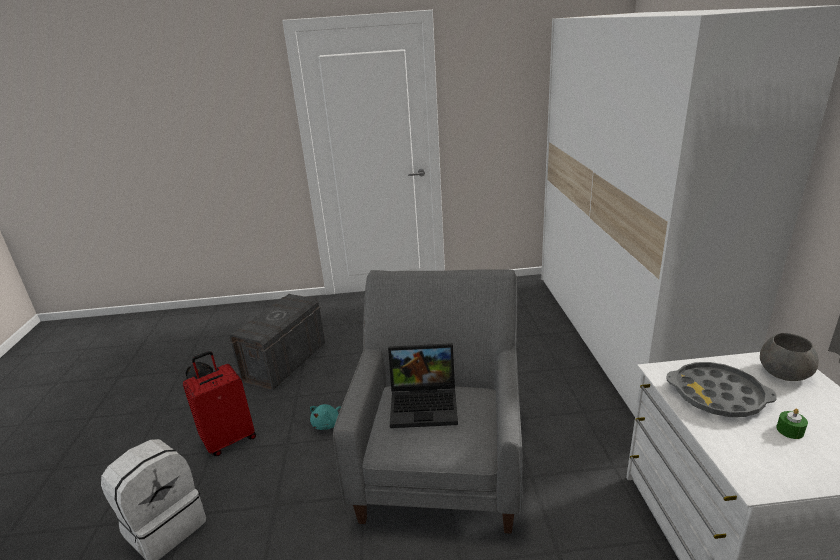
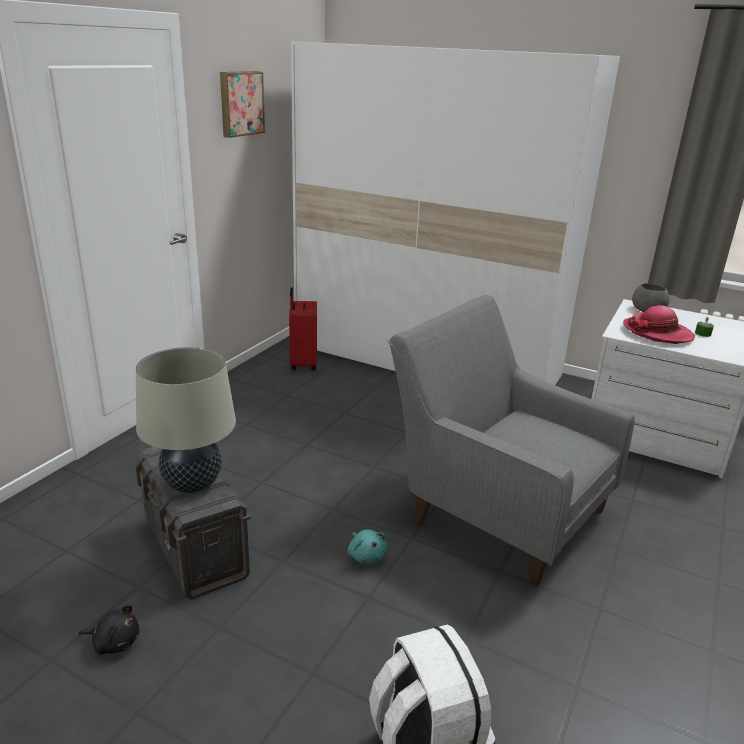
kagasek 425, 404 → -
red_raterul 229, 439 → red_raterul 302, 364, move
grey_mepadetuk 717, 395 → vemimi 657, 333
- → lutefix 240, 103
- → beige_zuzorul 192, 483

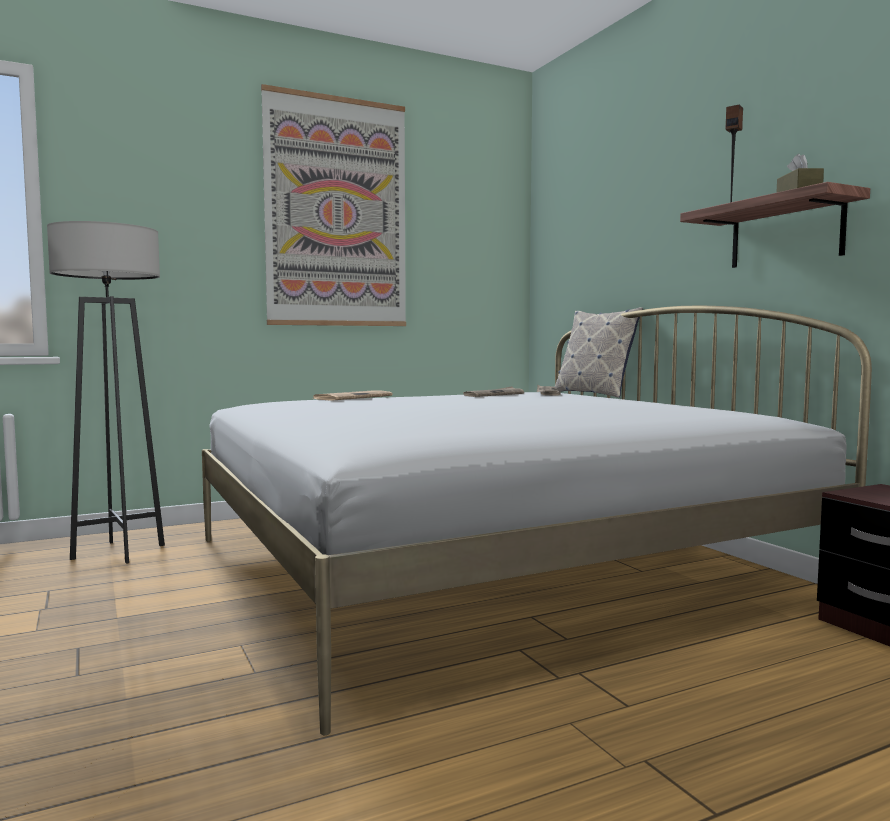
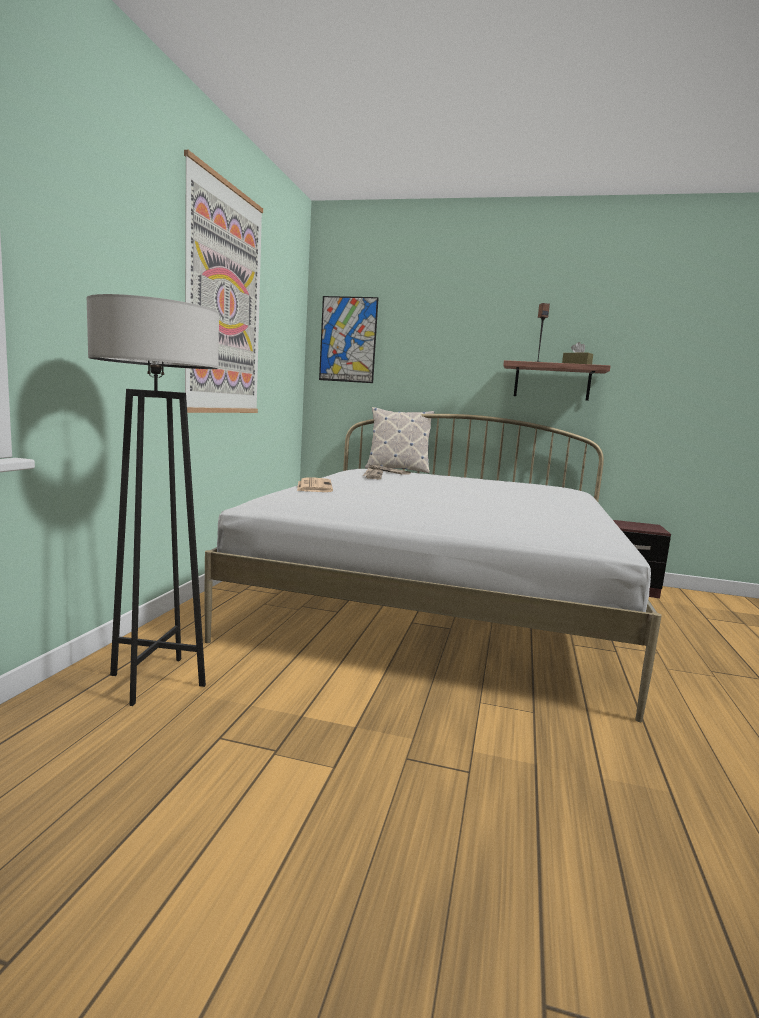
- → lutefix 348, 339

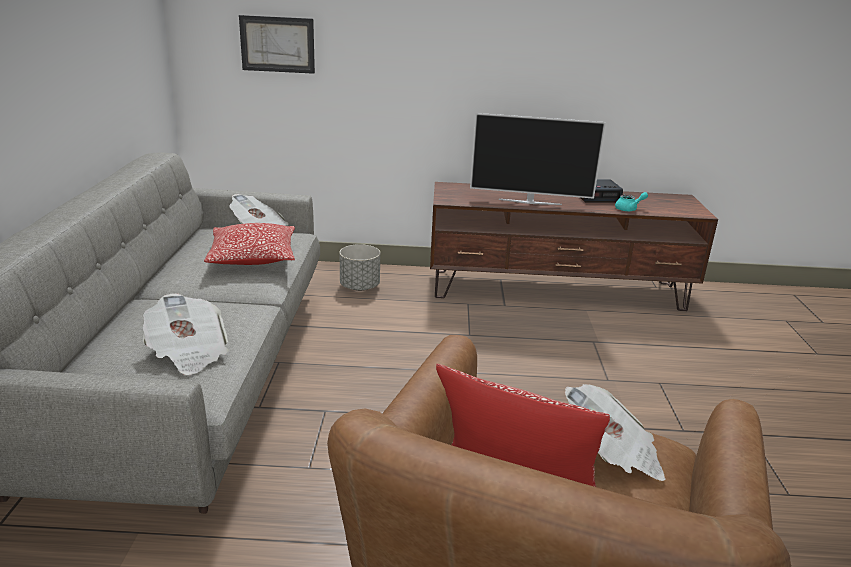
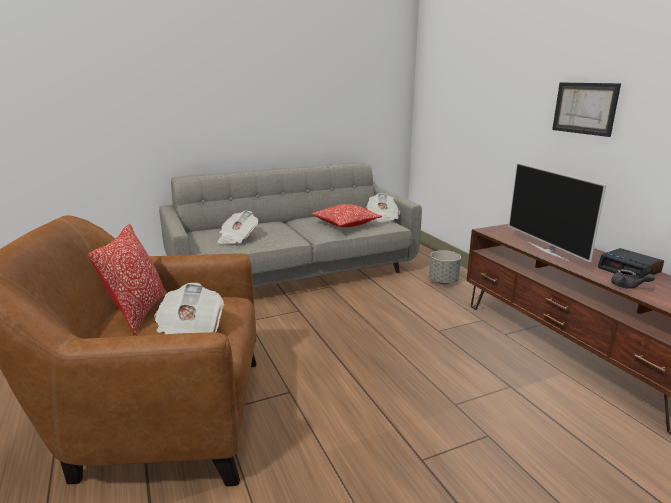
lutefix 277, 44 → lutefix 584, 108, move
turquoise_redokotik 629, 209 → grey_redokotik 628, 286

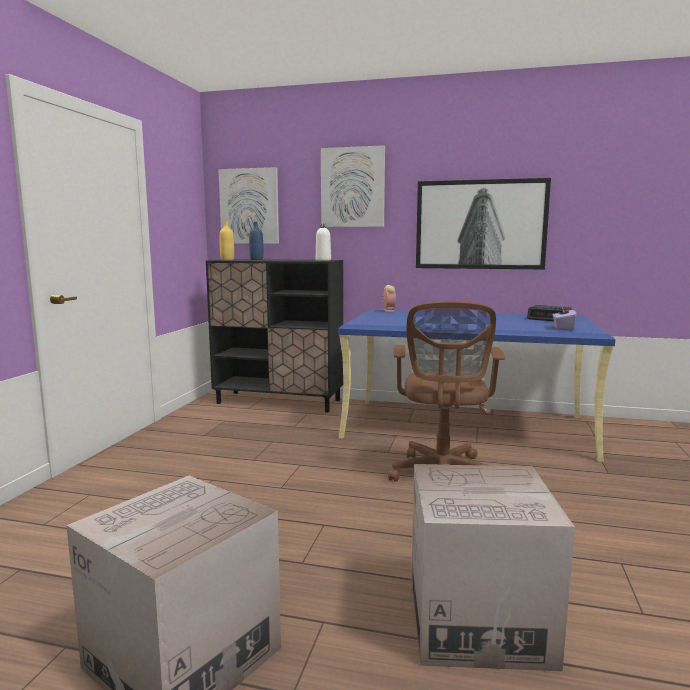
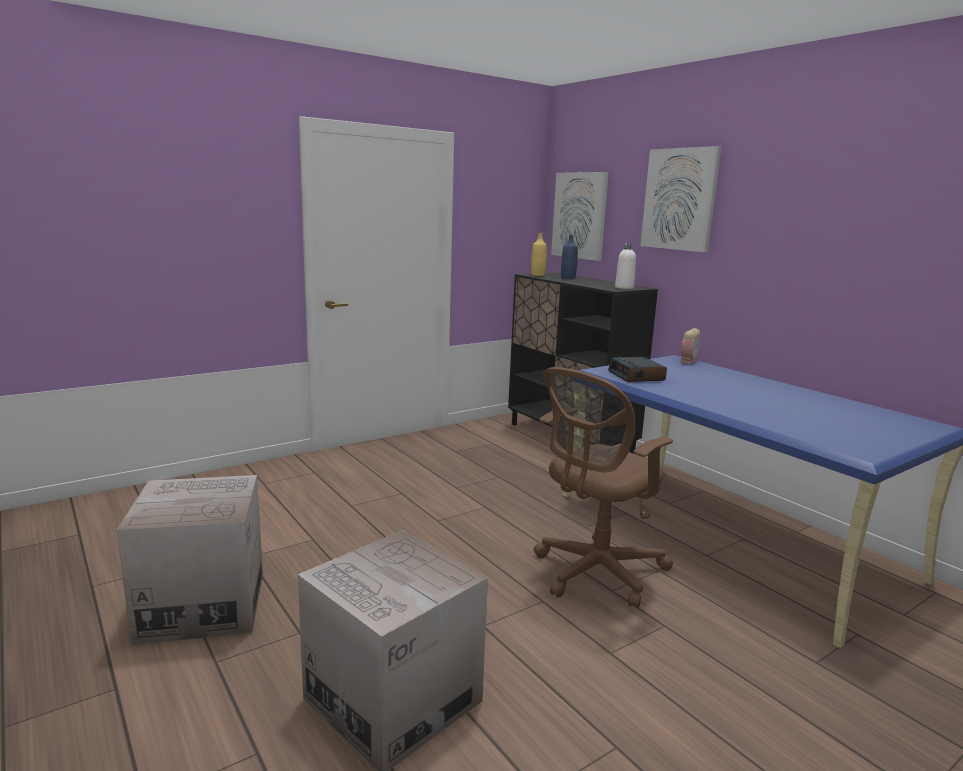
lutefix 480, 224 → -
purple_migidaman 563, 328 → -
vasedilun 549, 318 → vasedilun 637, 376, move

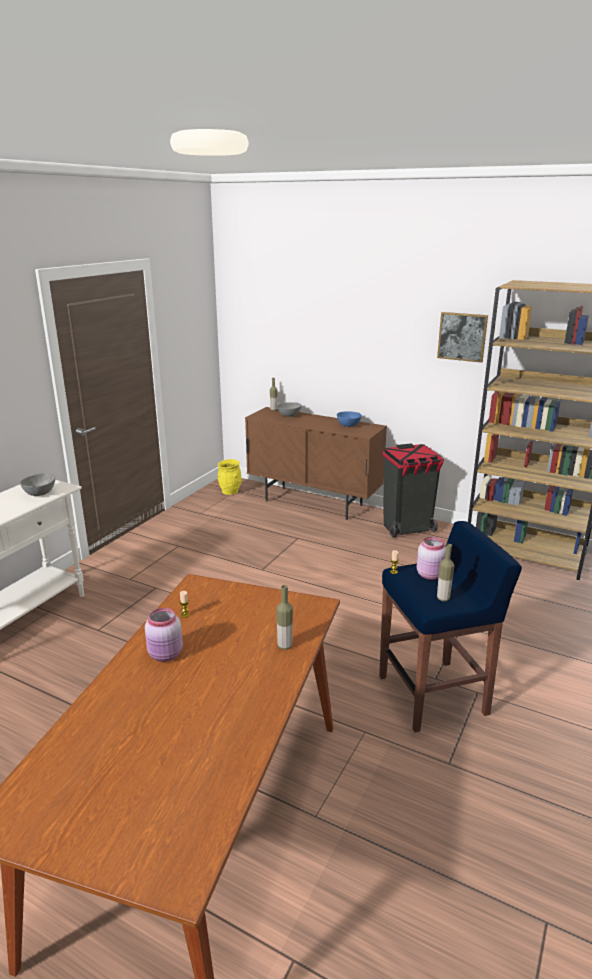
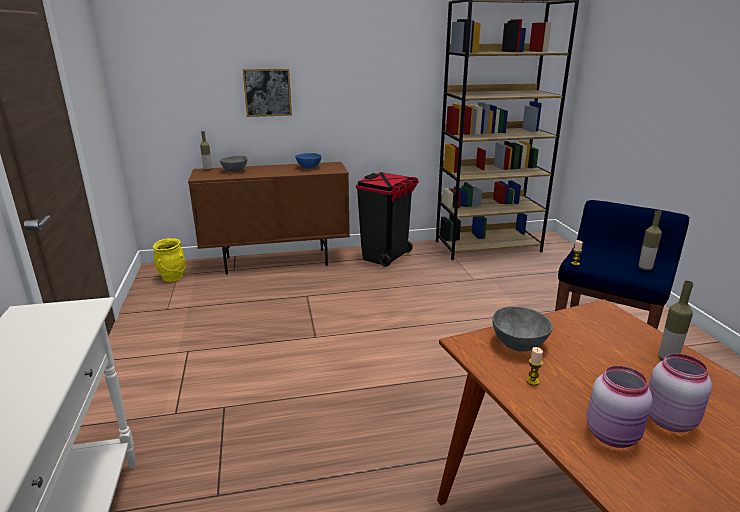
lutefix 462, 336 → lutefix 267, 92, move
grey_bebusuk 41, 493 → grey_bebusuk 519, 343, move
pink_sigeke 431, 575 → pink_sigeke 669, 419, move

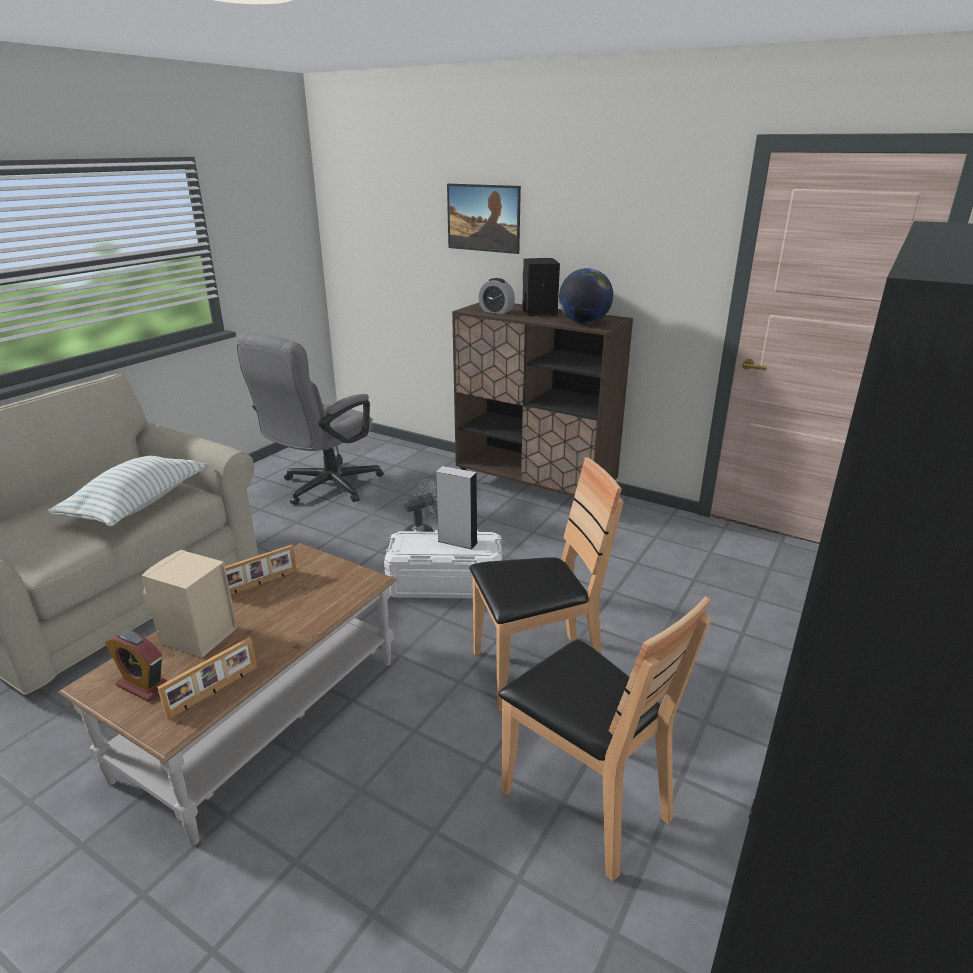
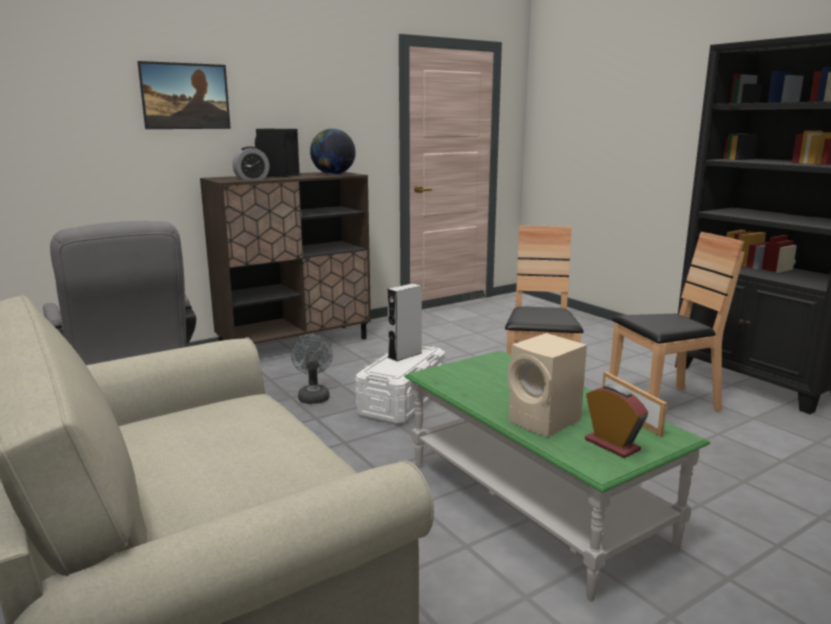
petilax 137, 505 → -
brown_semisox 264, 716 → green_semisox 533, 503
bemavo 259, 584 → -
vasedilun 144, 685 → vasedilun 612, 445, 90 degrees counterclockwise

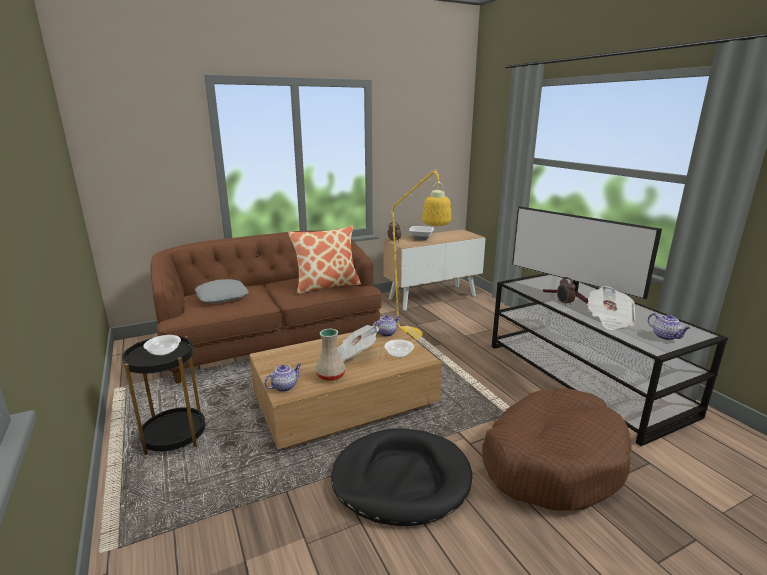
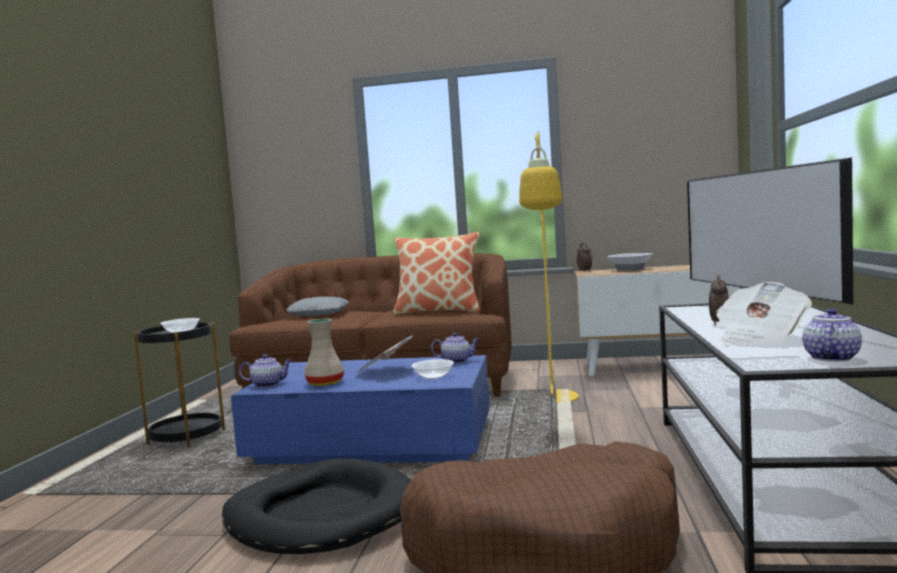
redokotik 666, 337 → redokotik 831, 358, 150 degrees counterclockwise
brown_semisox 346, 402 → blue_semisox 374, 442

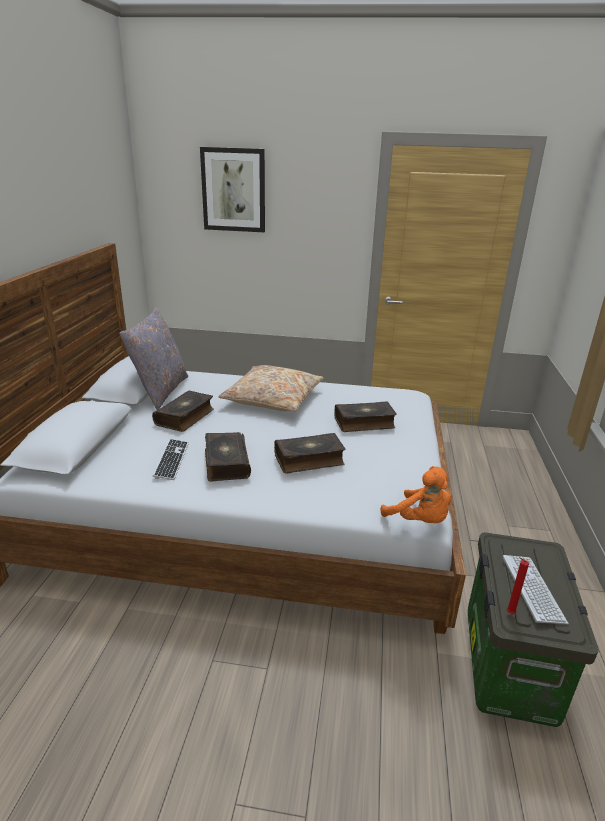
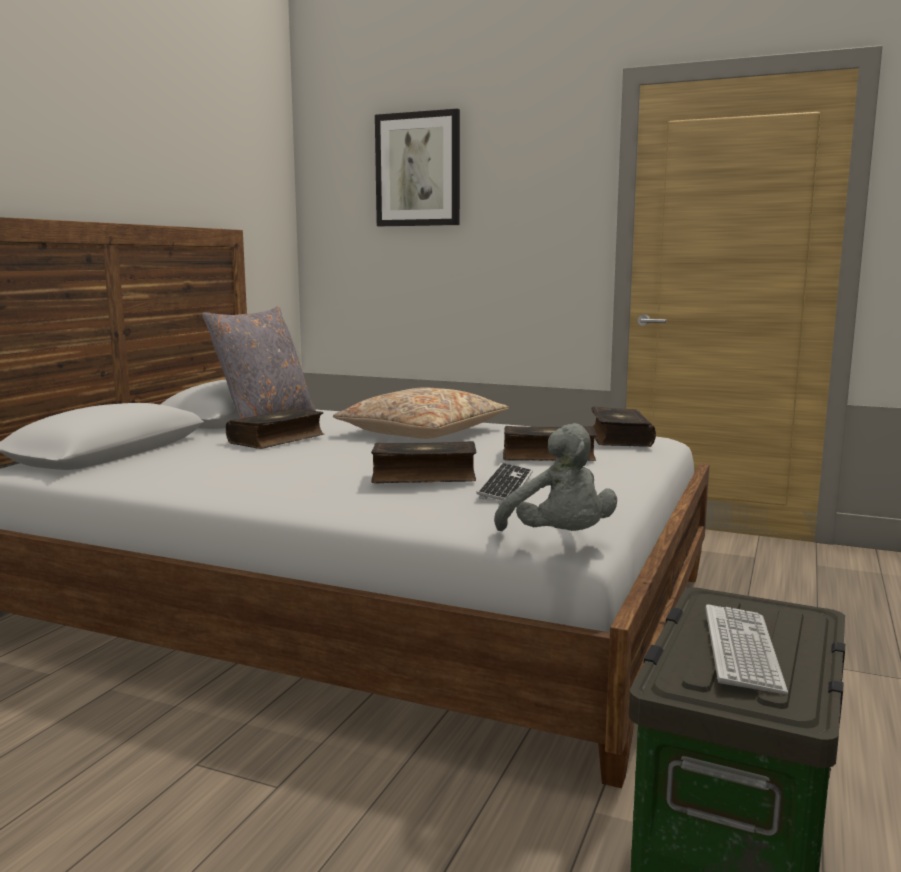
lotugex 226, 463 → lotugex 618, 438, move
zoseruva 171, 460 → zoseruva 506, 485, move
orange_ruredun 419, 520 → grey_ruredun 559, 539
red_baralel 509, 613 → -

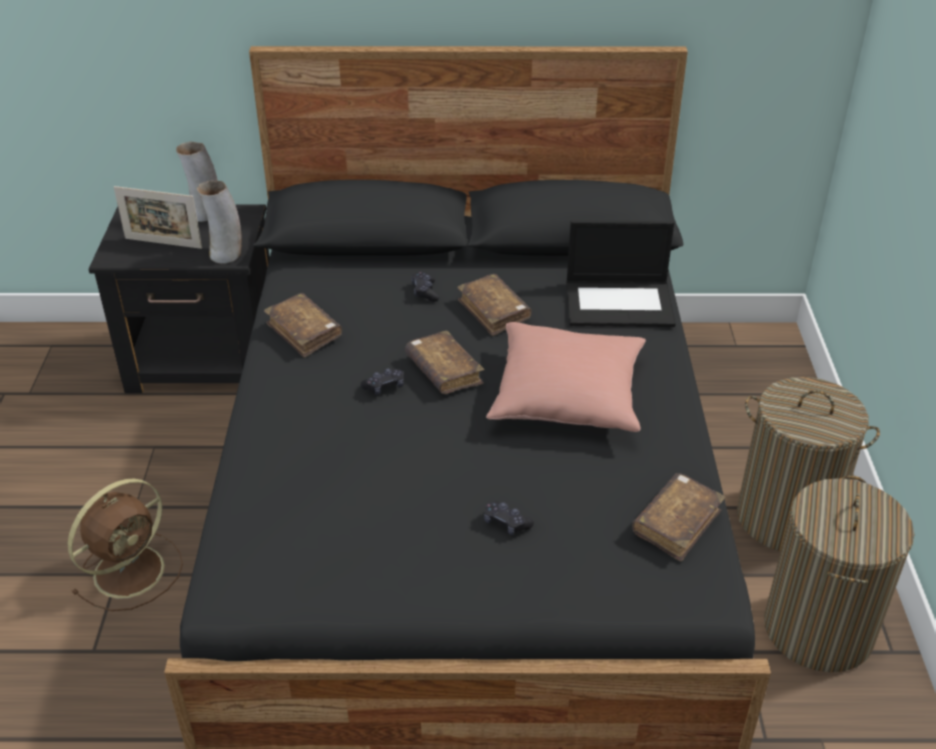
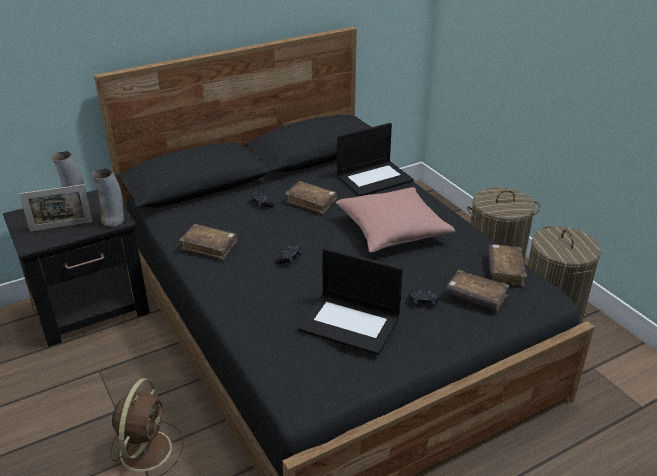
brown_lotugex 444, 371 → brown_lotugex 476, 297, move
- → kagasek 351, 323

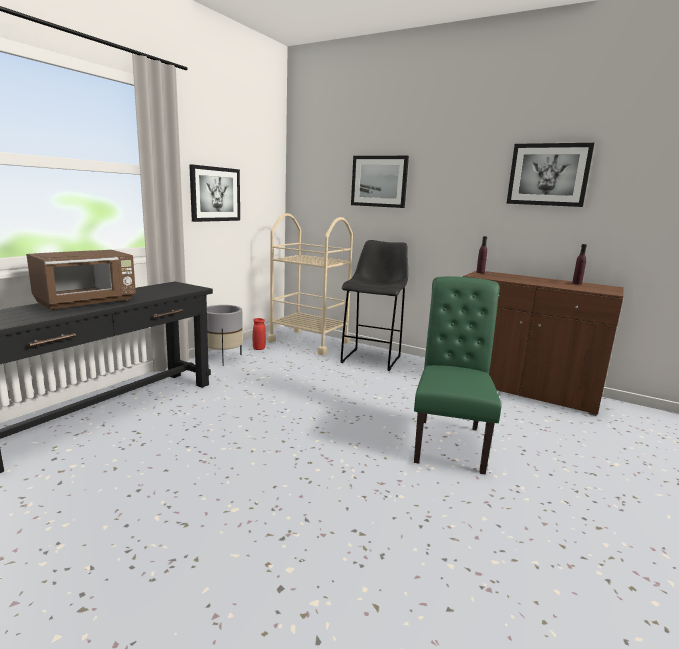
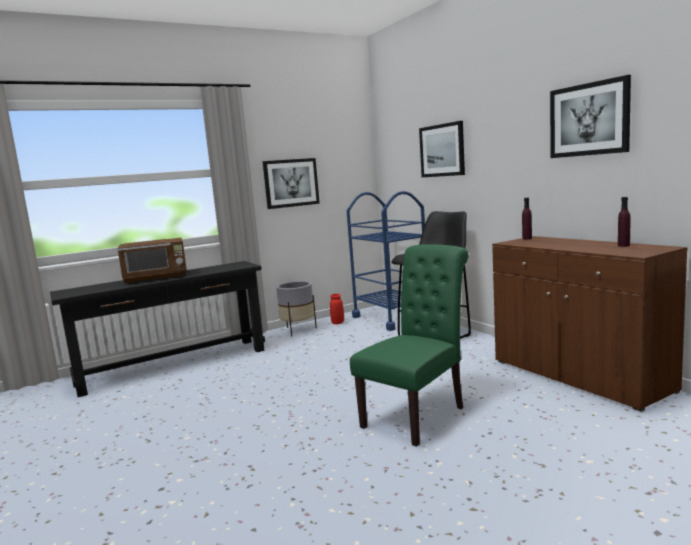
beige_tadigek 309, 342 → blue_tadigek 391, 318

